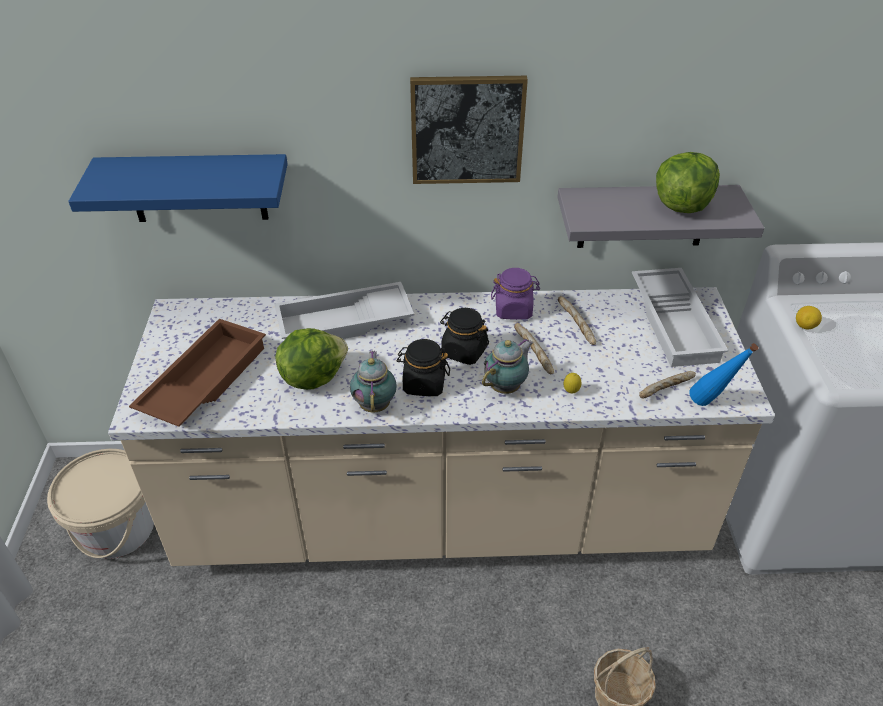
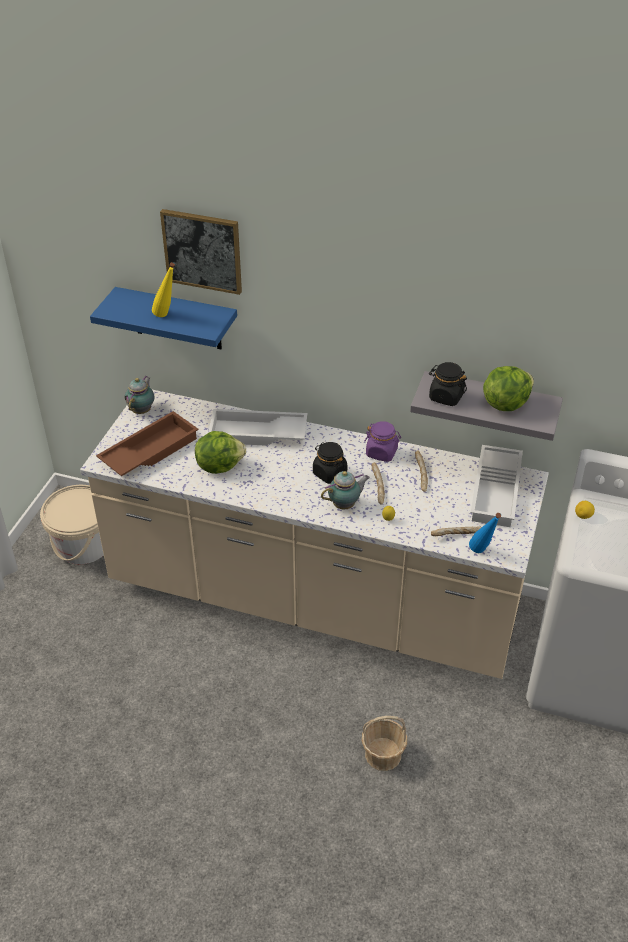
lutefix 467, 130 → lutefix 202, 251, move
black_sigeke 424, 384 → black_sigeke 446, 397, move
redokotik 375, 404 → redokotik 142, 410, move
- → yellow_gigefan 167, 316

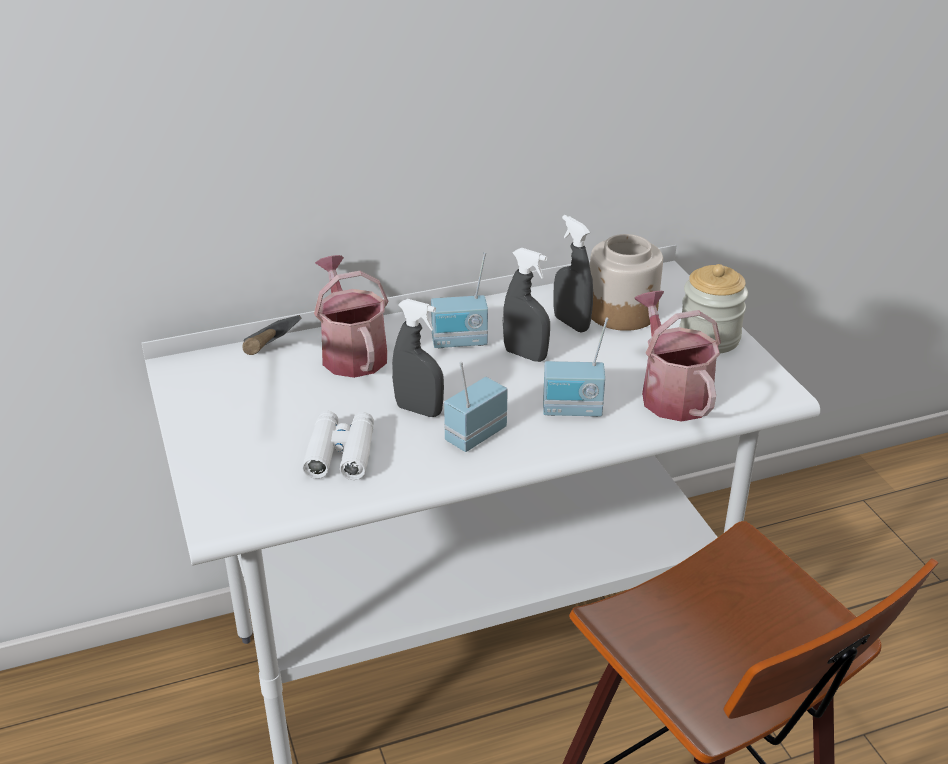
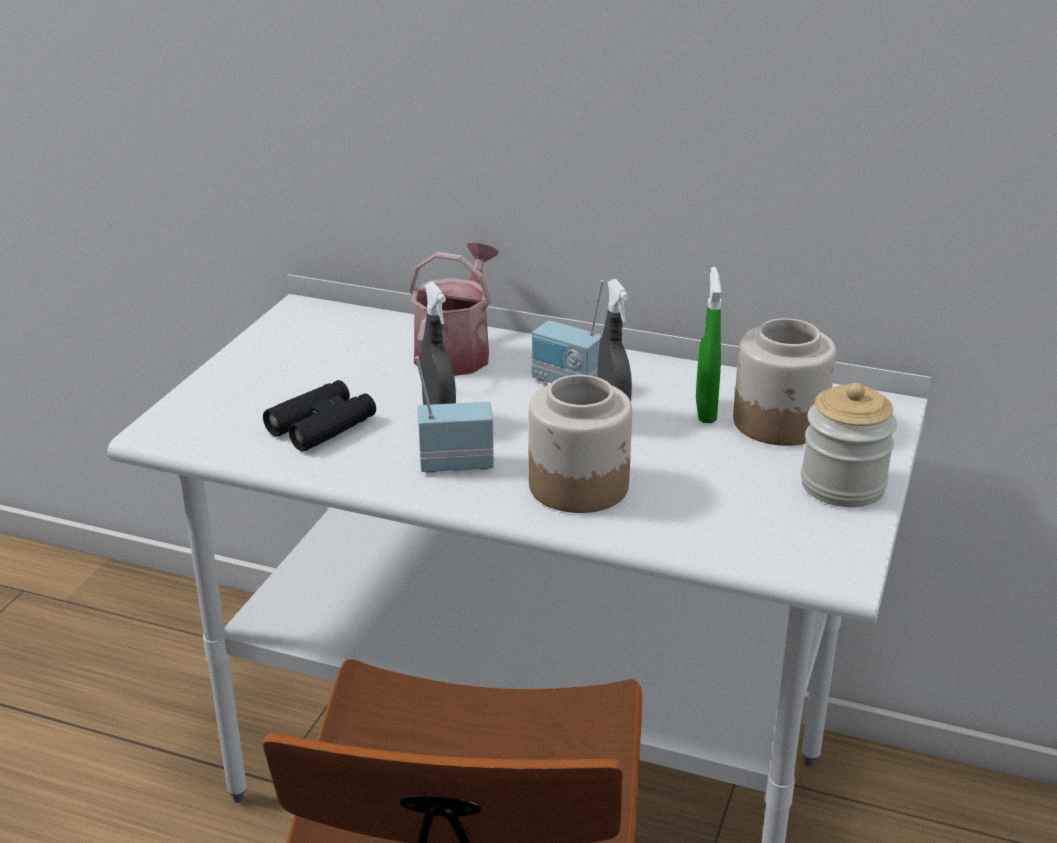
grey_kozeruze 571, 323 → green_kozeruze 705, 411
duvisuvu 671, 393 → -
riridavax 272, 387 → -
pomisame 572, 411 → sigeke 580, 486
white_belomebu 341, 453 → black_belomebu 322, 426

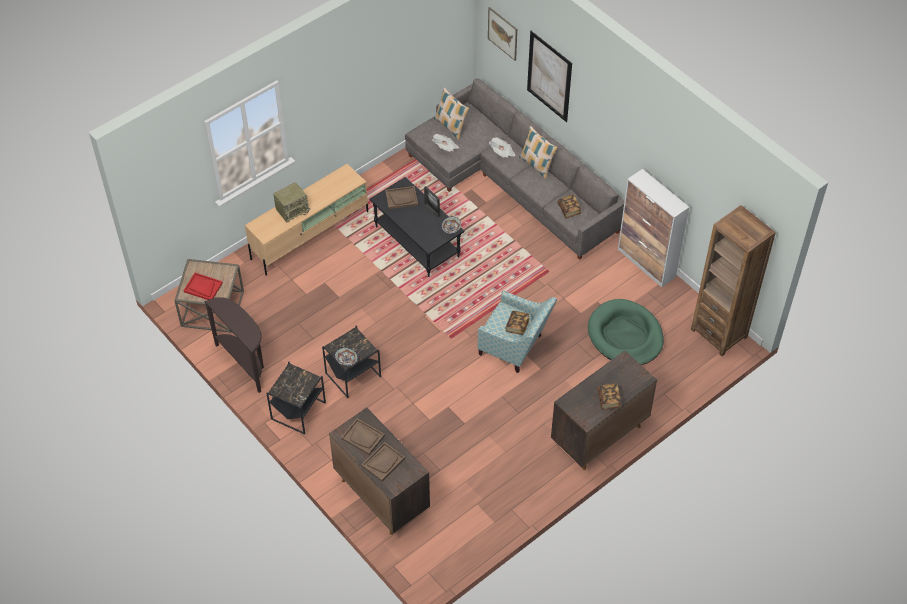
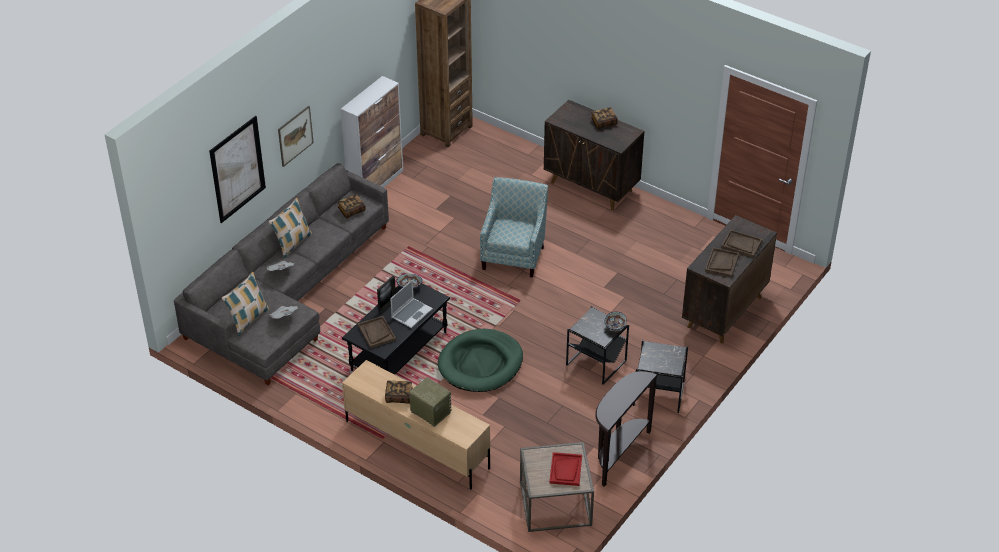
lutefix 502, 33 → lutefix 295, 135, move
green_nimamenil 625, 335 → green_nimamenil 480, 364, move
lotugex 517, 326 → lotugex 399, 396, move
- → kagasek 411, 313

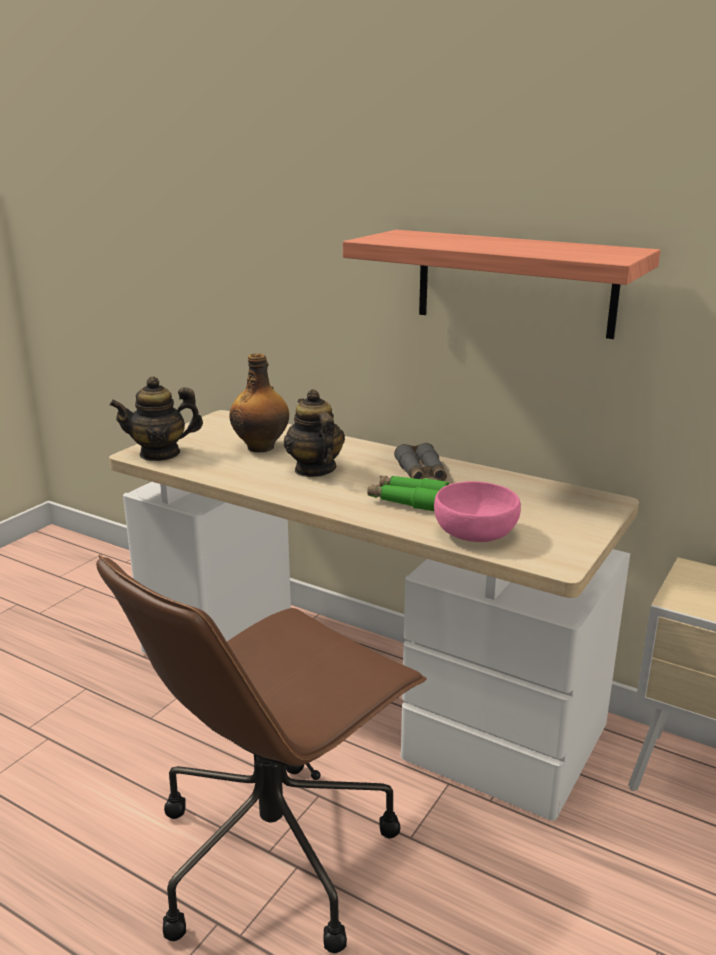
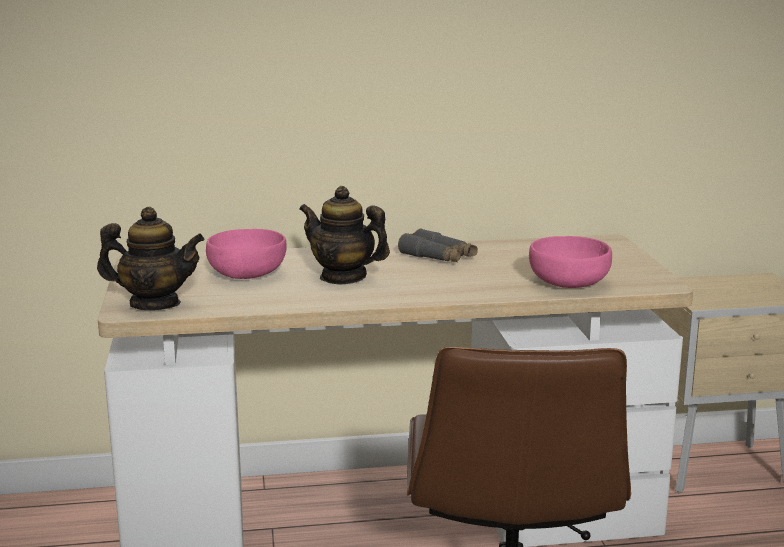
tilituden 514, 282 → -
gigefan 261, 447 → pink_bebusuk 248, 273
redokotik 160, 453 → redokotik 154, 304, 120 degrees counterclockwise
green_belomebu 407, 501 → -

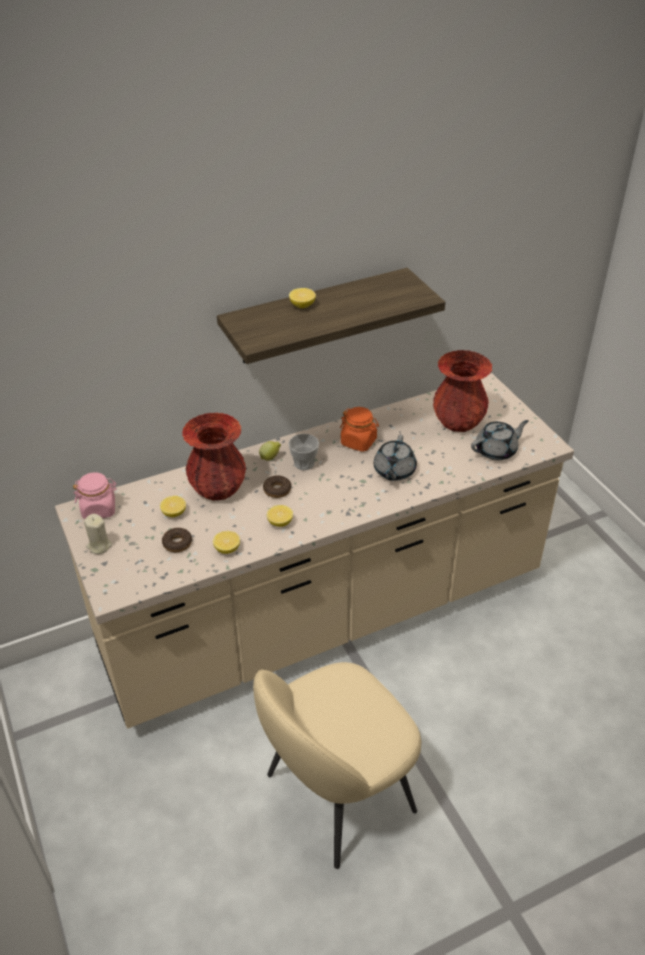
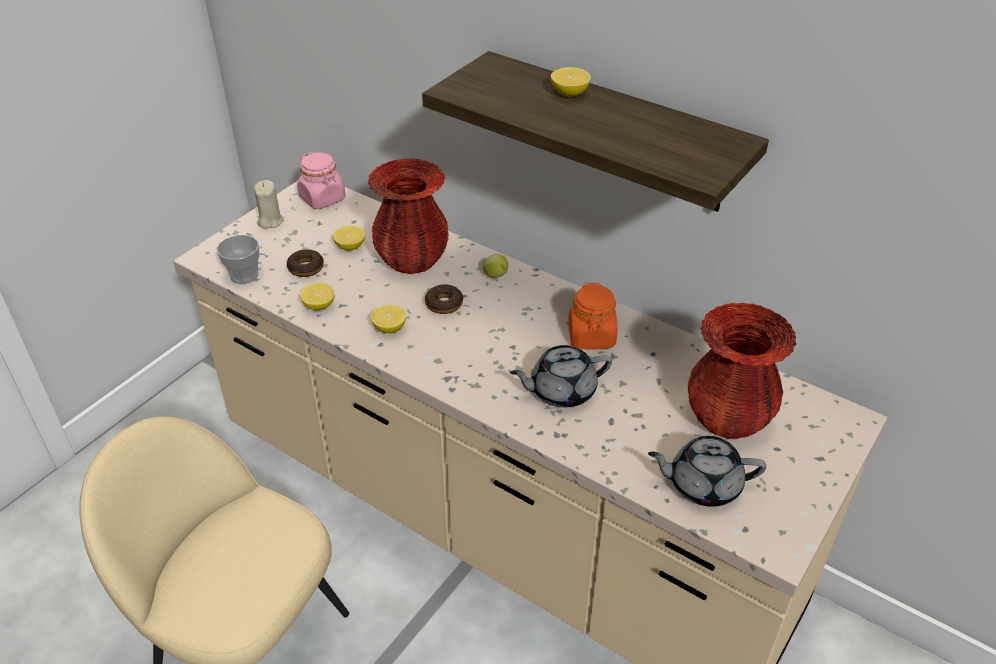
grey_redokotik 496, 450 → grey_redokotik 703, 484, 150 degrees clockwise
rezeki 304, 463 → rezeki 244, 275, move

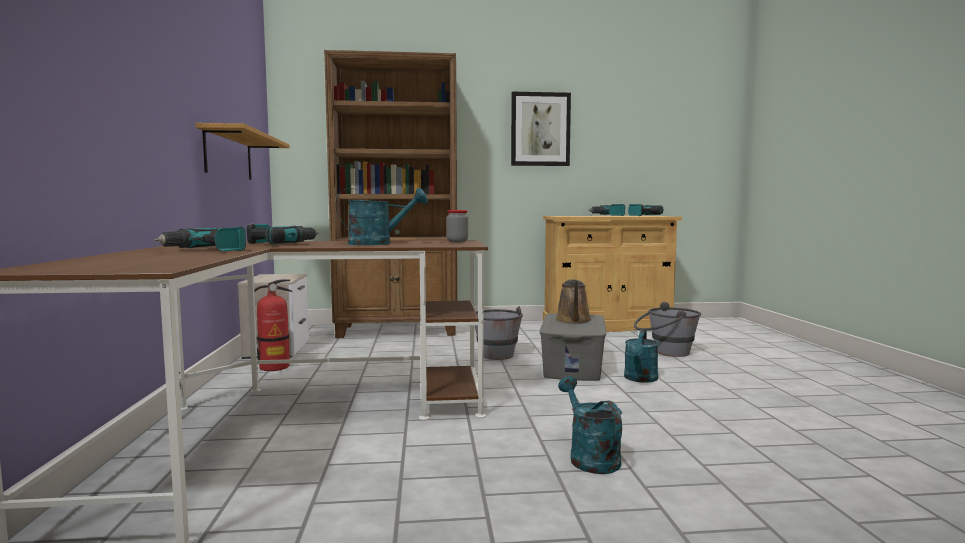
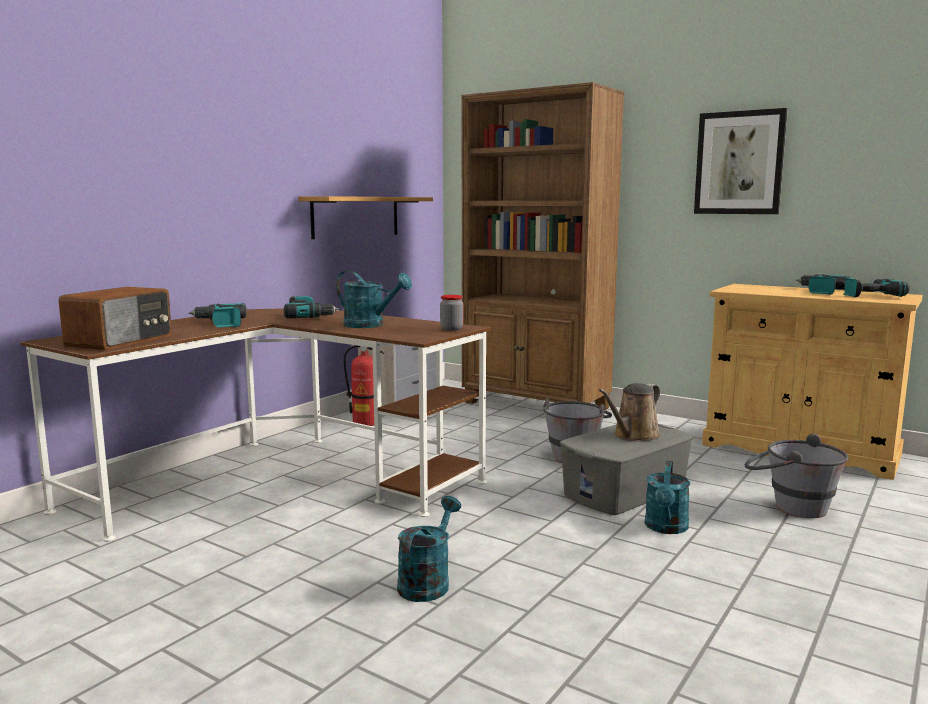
turquoise_duvisuvu 640, 379 → turquoise_duvisuvu 666, 528, 45 degrees counterclockwise
- → pomisame 121, 340

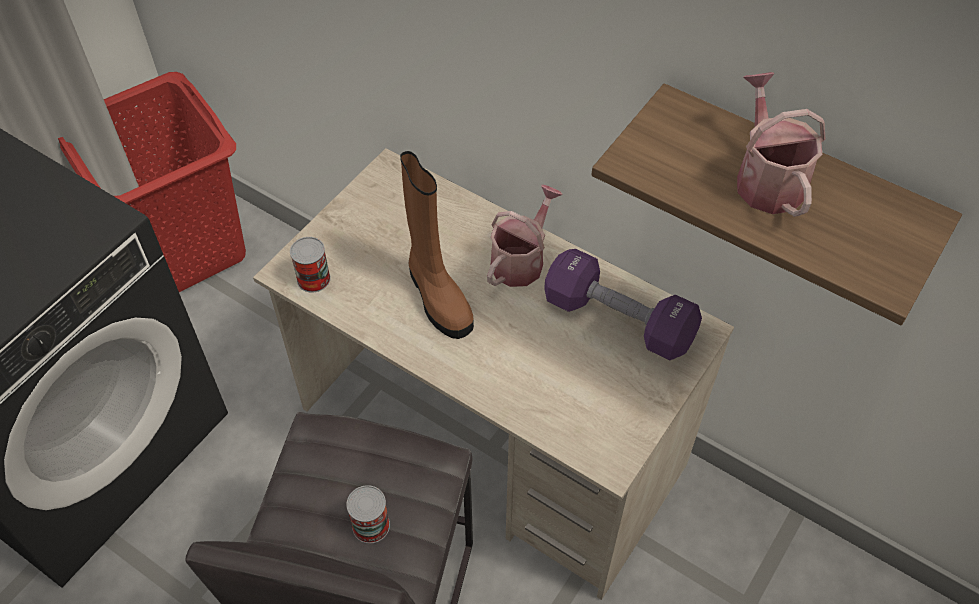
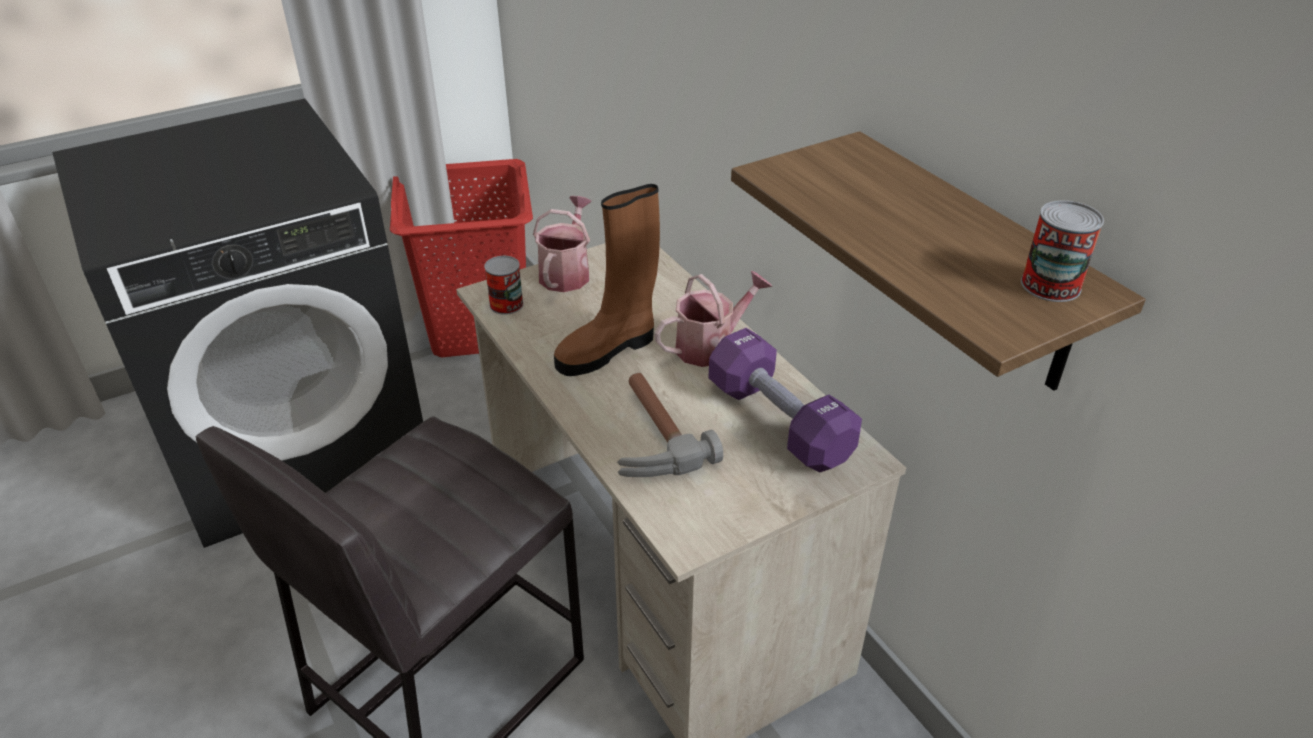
duvisuvu 766, 178 → duvisuvu 566, 272, move
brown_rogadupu 437, 297 → brown_rogadupu 608, 350, 60 degrees clockwise
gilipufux 371, 525 → gilipufux 1050, 285, move
- → riridavax 647, 436

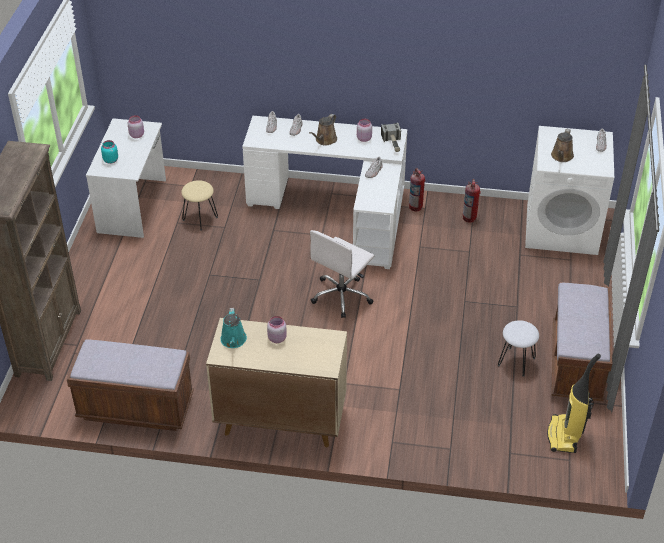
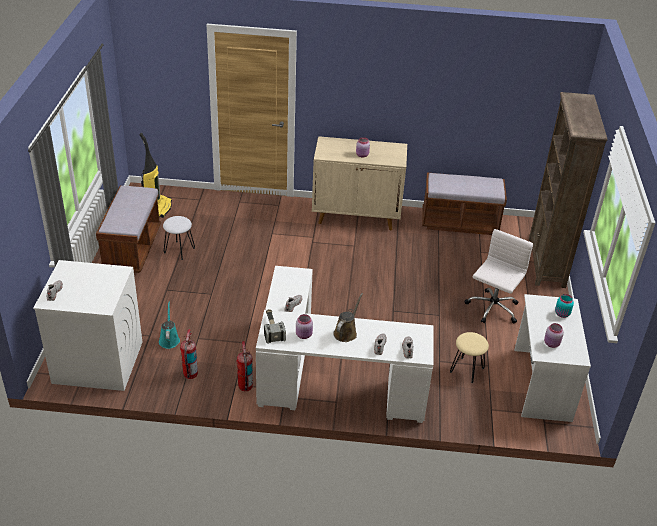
brown_duvisuvu 561, 157 → -
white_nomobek 342, 296 → white_nomobek 492, 309, move
turquoise_duvisuvu 233, 341 → turquoise_duvisuvu 169, 339, move

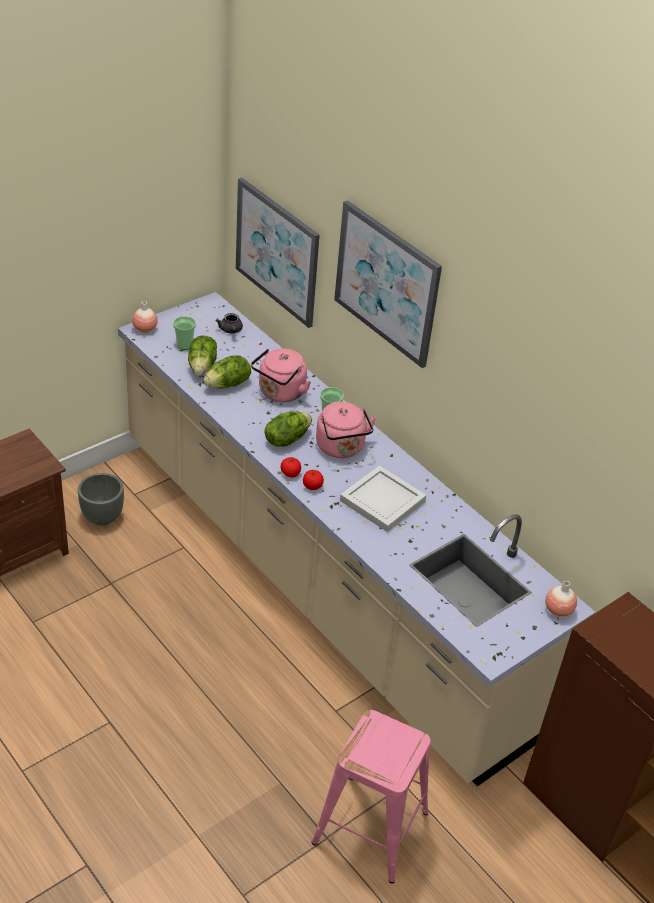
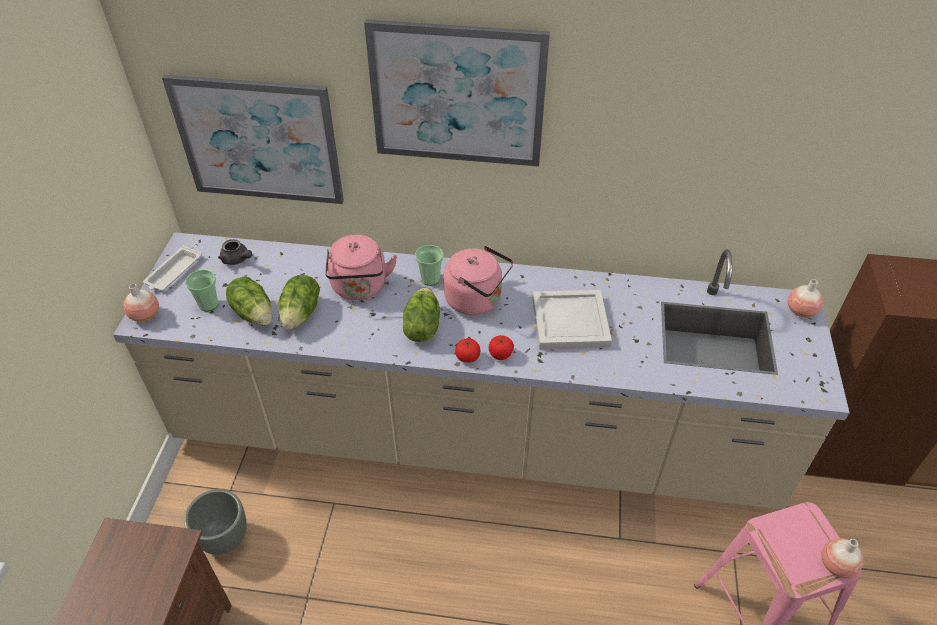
- → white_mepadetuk 173, 272
- → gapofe 836, 565

